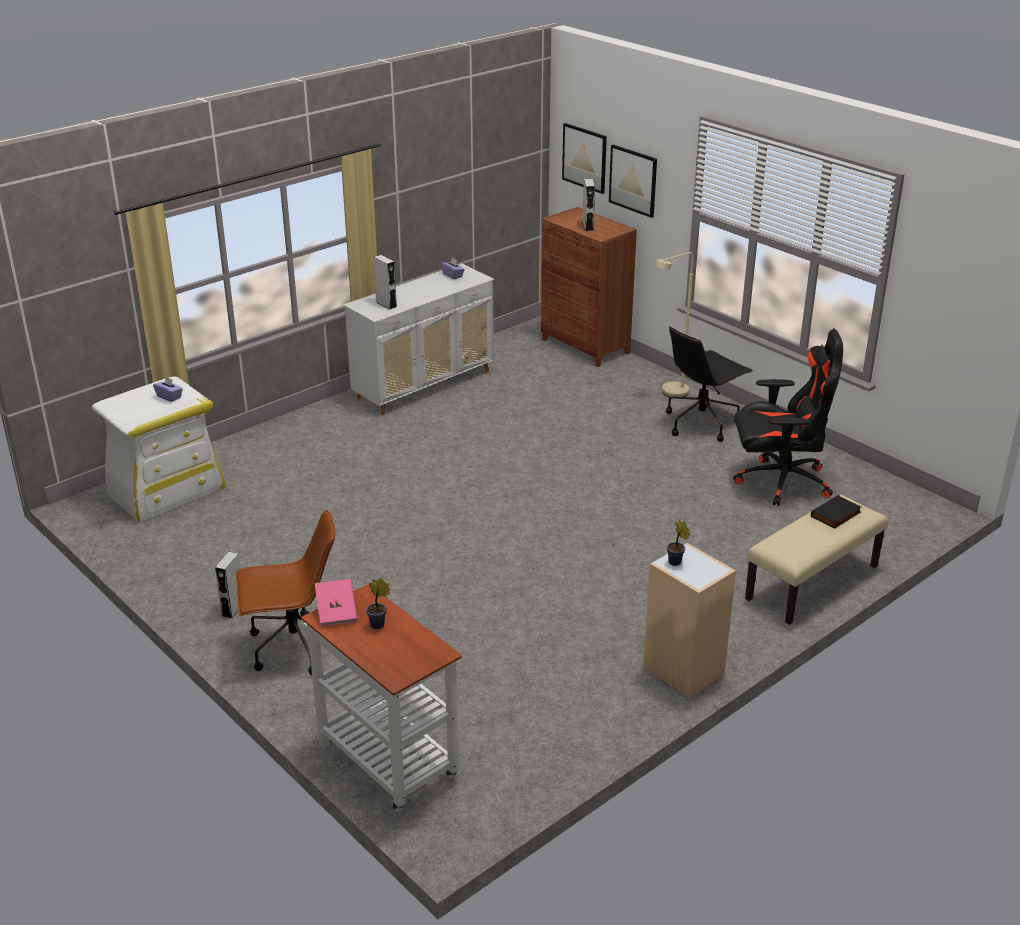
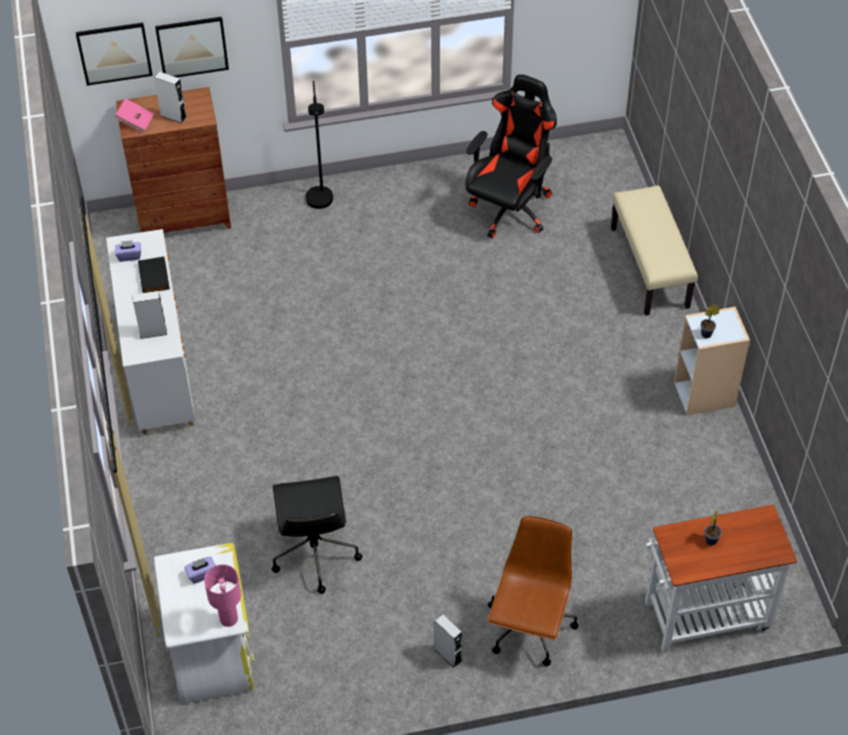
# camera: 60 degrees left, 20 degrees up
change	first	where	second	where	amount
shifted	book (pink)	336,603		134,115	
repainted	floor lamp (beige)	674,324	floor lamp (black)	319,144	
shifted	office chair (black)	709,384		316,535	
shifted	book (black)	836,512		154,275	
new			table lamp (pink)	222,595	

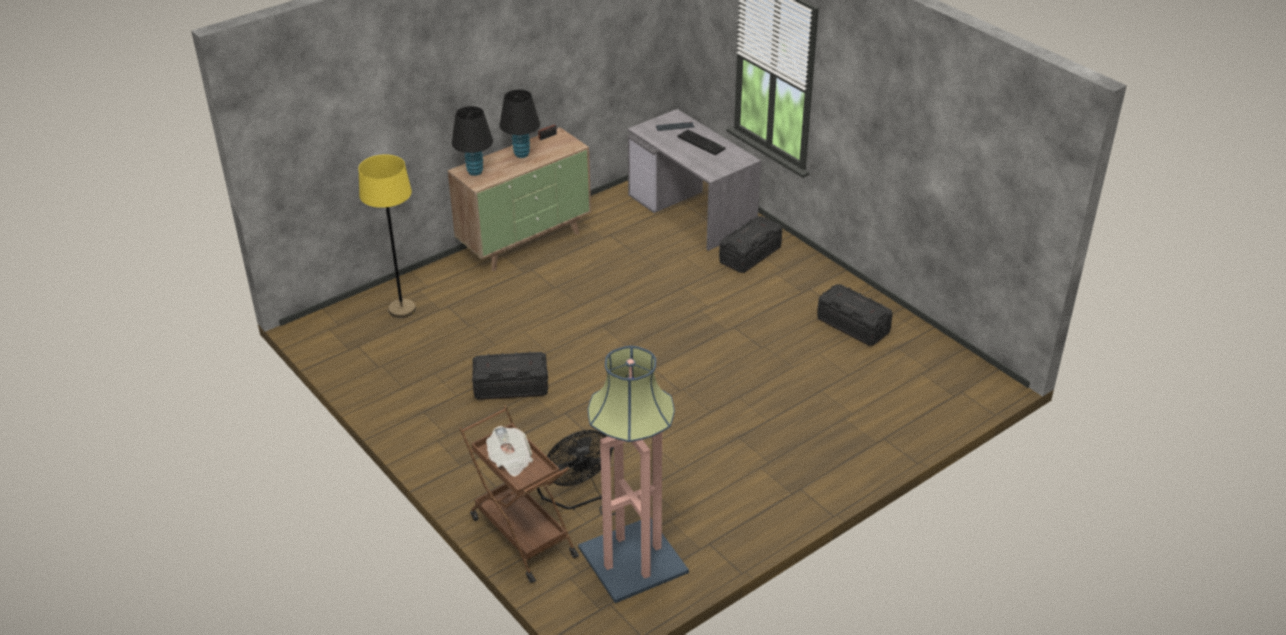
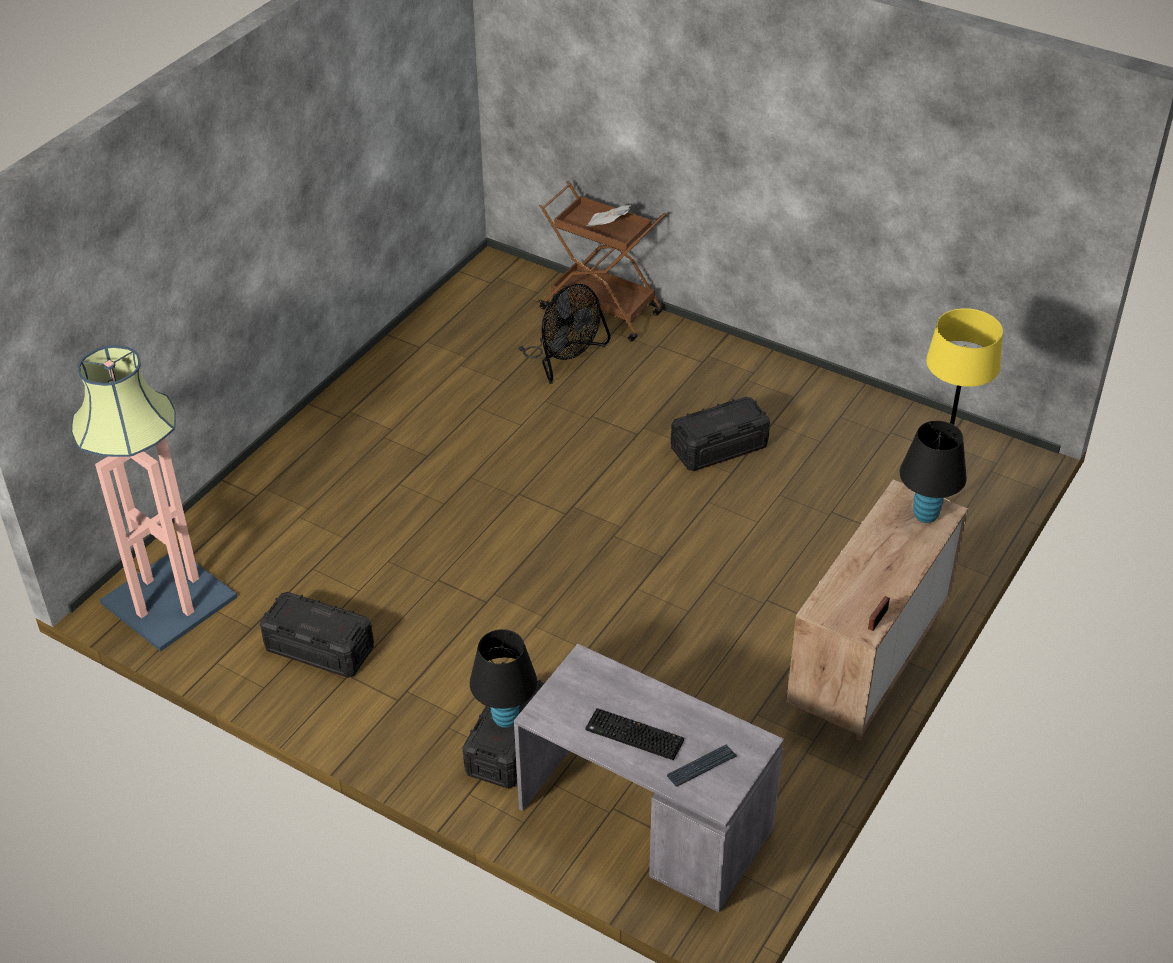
# camera: 160 degrees right, 5 degrees up
change	first	where	second	where	amount
shifted	table lamp (black)	520,123		503,678	
shifted	floor lamp	633,474		154,498	

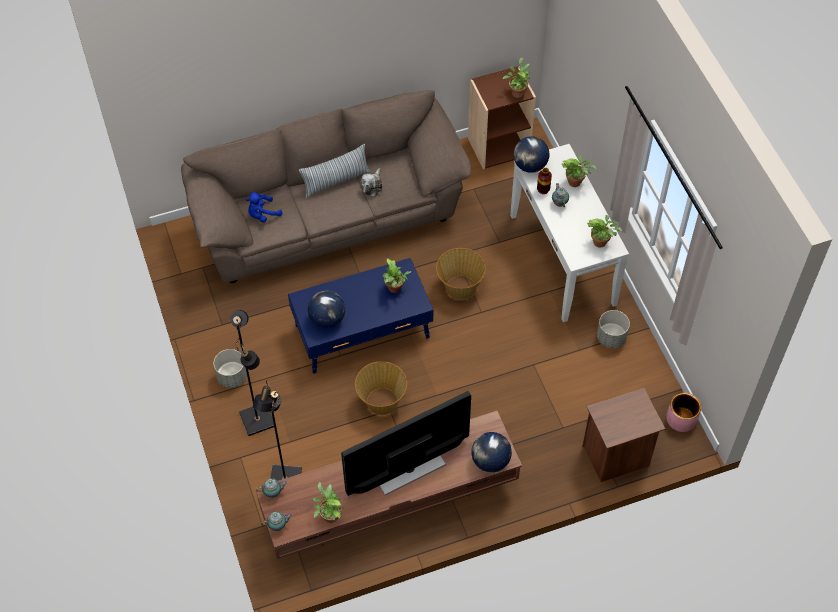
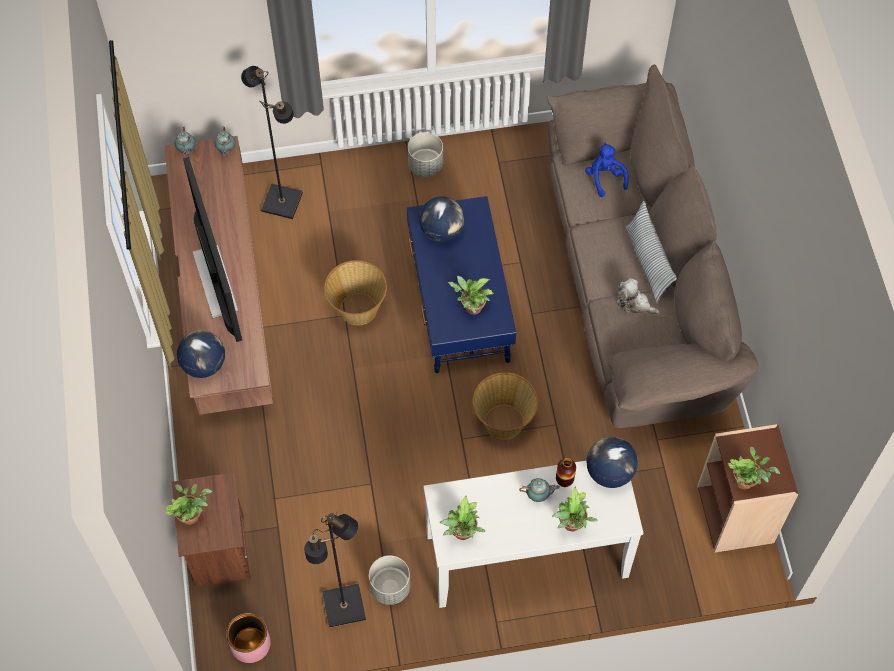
# camera: 100 degrees right, 5 degrees up
change	first	where	second	where	amount
shifted	floor lamp (black)	252,373		335,569	
shifted	potted plant	328,502		188,504	

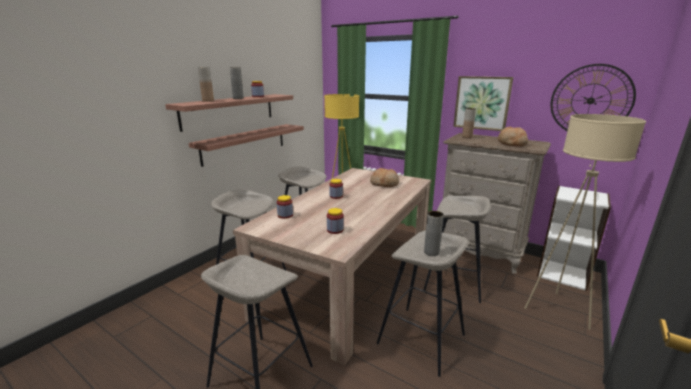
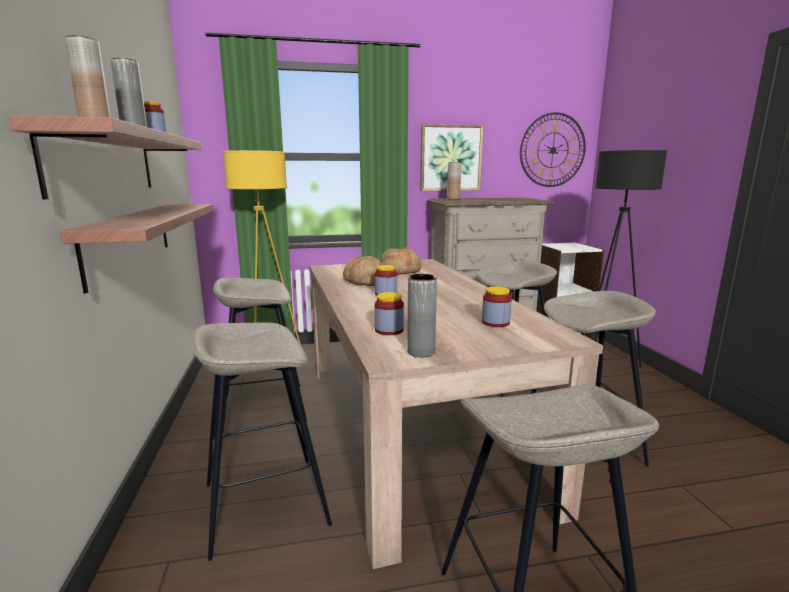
# camera: 45 degrees left, 5 degrees down
change	first	where	second	where	amount
shifted	vase (grey)	434,233		422,315	
shifted	bread	513,136		363,271	
repainted	floor lamp (beige)	585,222	floor lamp (black)	627,259	

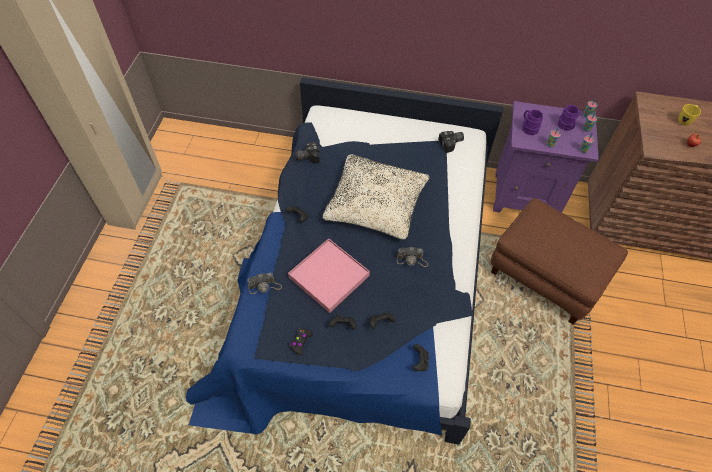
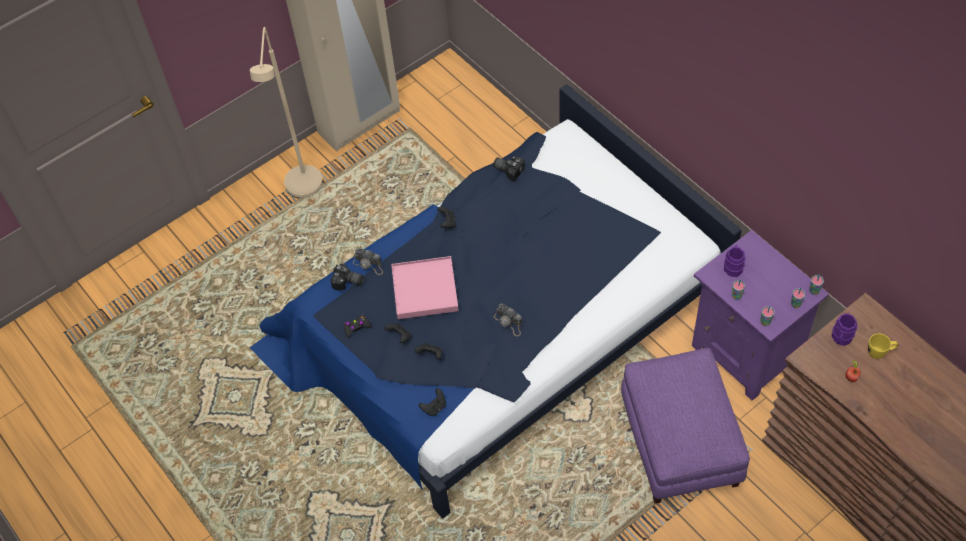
# camera: 45 degrees right, 0 degrees up
change	first	where	second	where	amount
gone	pillow (beige)	376,197			
shifted	photo camera	451,142		347,277	
repainted	ottoman (brown)	559,261	ottoman (purple)	685,426	
shifted	mug (purple)	568,118		845,329	
new			floor lamp (beige)	286,112	

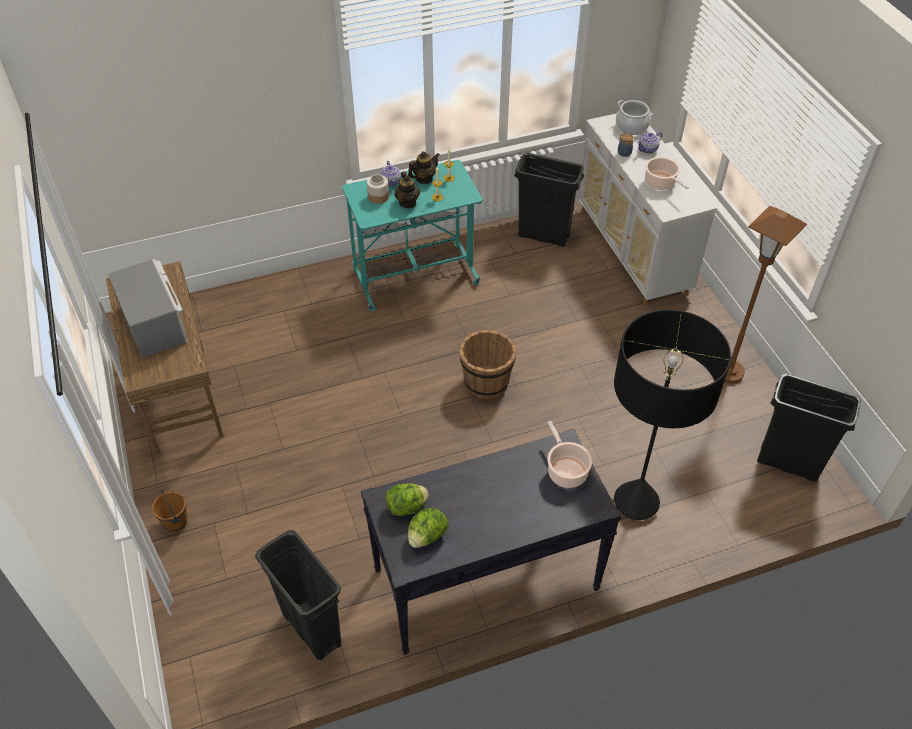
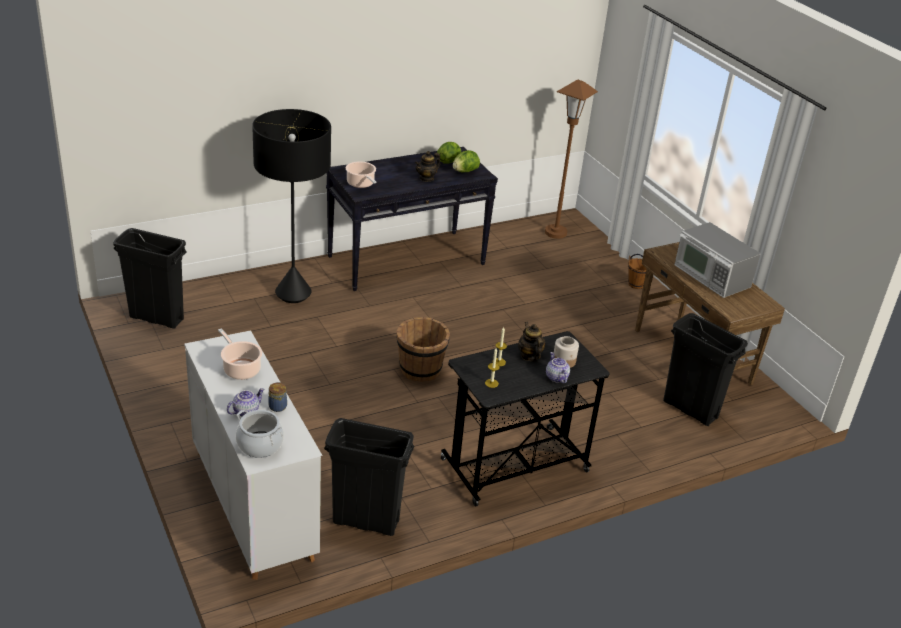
# camera: 170 degrees right, 15 degrees down
change	first	where	second	where	amount
shifted	trash can (black)	298,595		705,369	
repainted	desk (turquoise)	412,235	desk (black)	525,419	
shifted	teapot	424,167		427,166	
shifted	floor lamp (brown)	766,295		571,159	

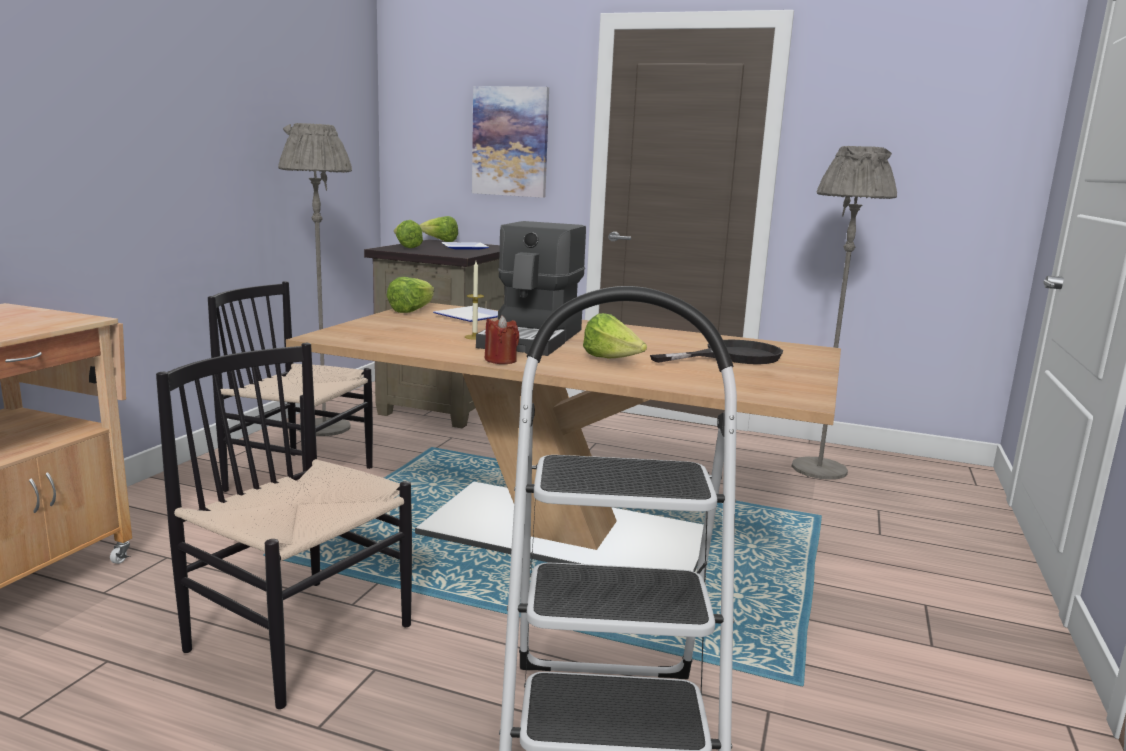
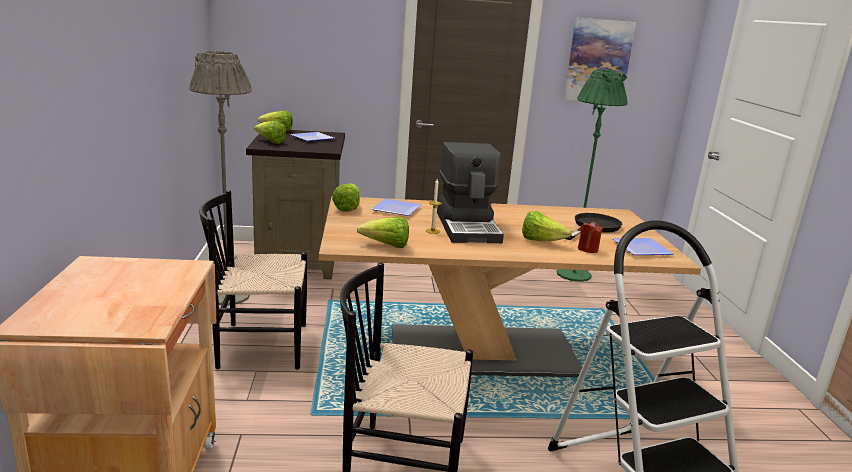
# camera: 25 degrees left, 5 degrees up
change	first	where	second	where	amount
shifted	picture	510,142		600,59	
shifted	candle (red)	502,339		590,237	
repainted	floor lamp (grey)	844,313	floor lamp (green)	592,175	
new			lettuce	383,232	
new			plate	643,246	

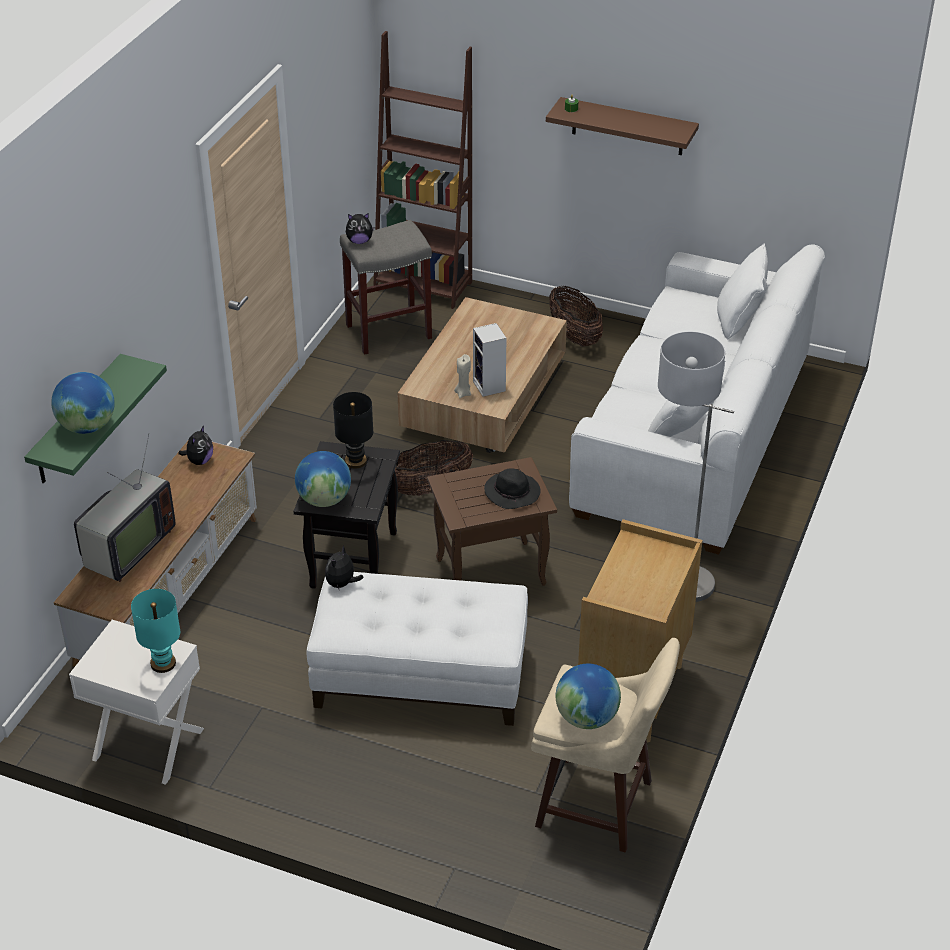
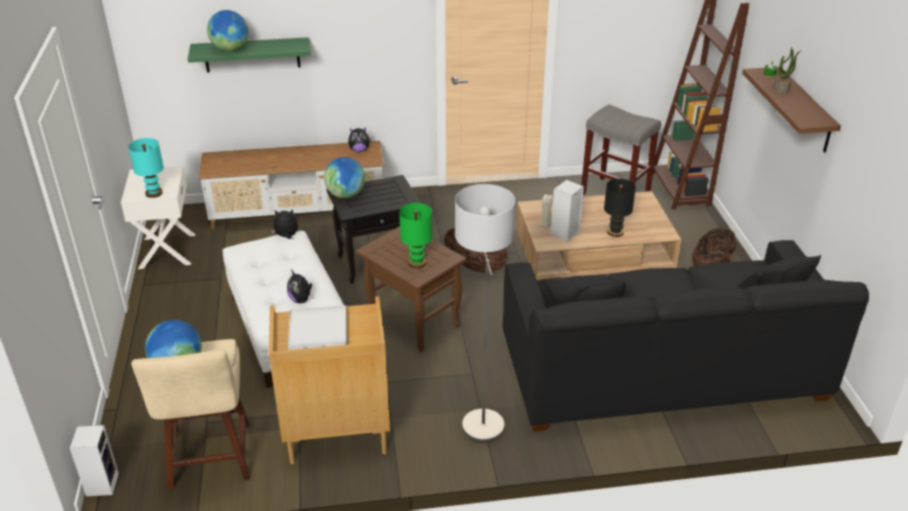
# camera: 60 degrees right, 5 degrees down
change	first	where	second	where	amount
gone	television	124,508			
shifted	table lamp (black)	353,430		620,208	
shifted	plush toy	360,228		300,286	
swapped	hat (black)	512,488	table lamp (green)	415,235	
repainted	sofa (white)	697,399	sofa (black)	686,336	
new			speaker	94,460	
new			tray (white)	317,327	
new			potted plant	787,70	

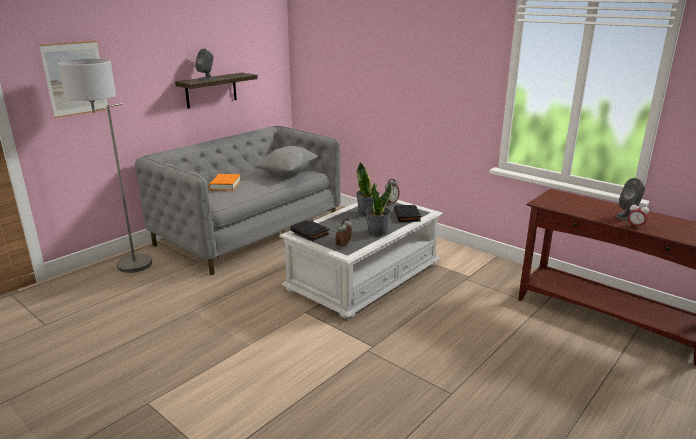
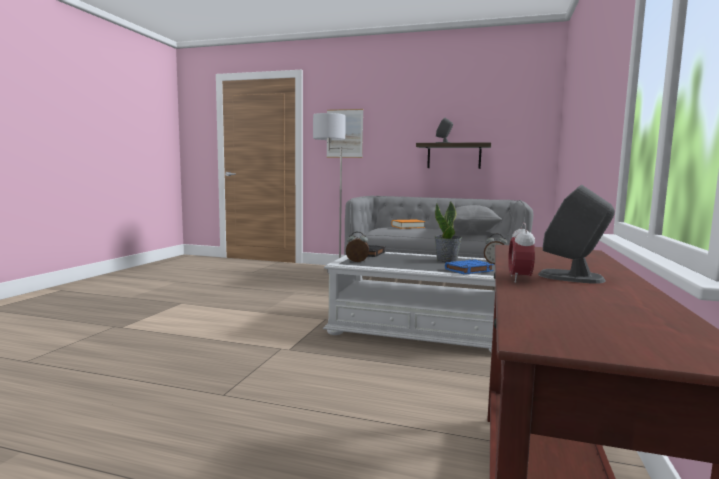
# camera: 65 degrees right, 15 degrees down
change	first	where	second	where	amount
gone	potted plant	378,209			
repainted	book (black)	407,213	book (blue)	469,267	

